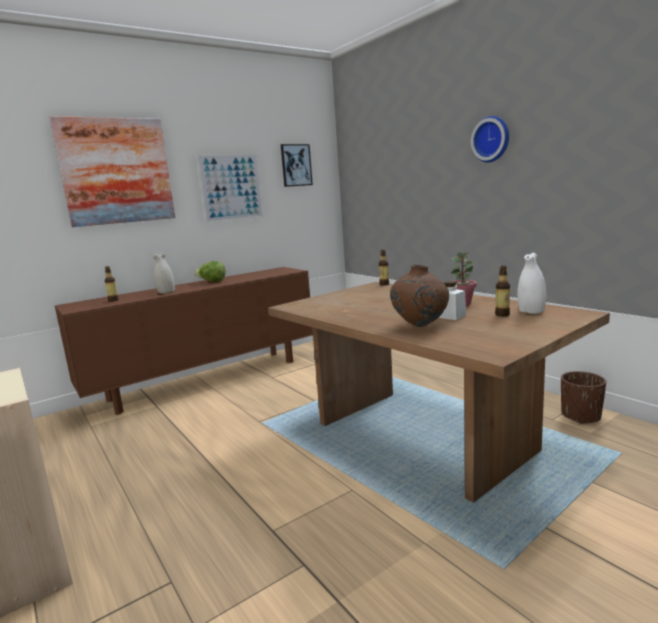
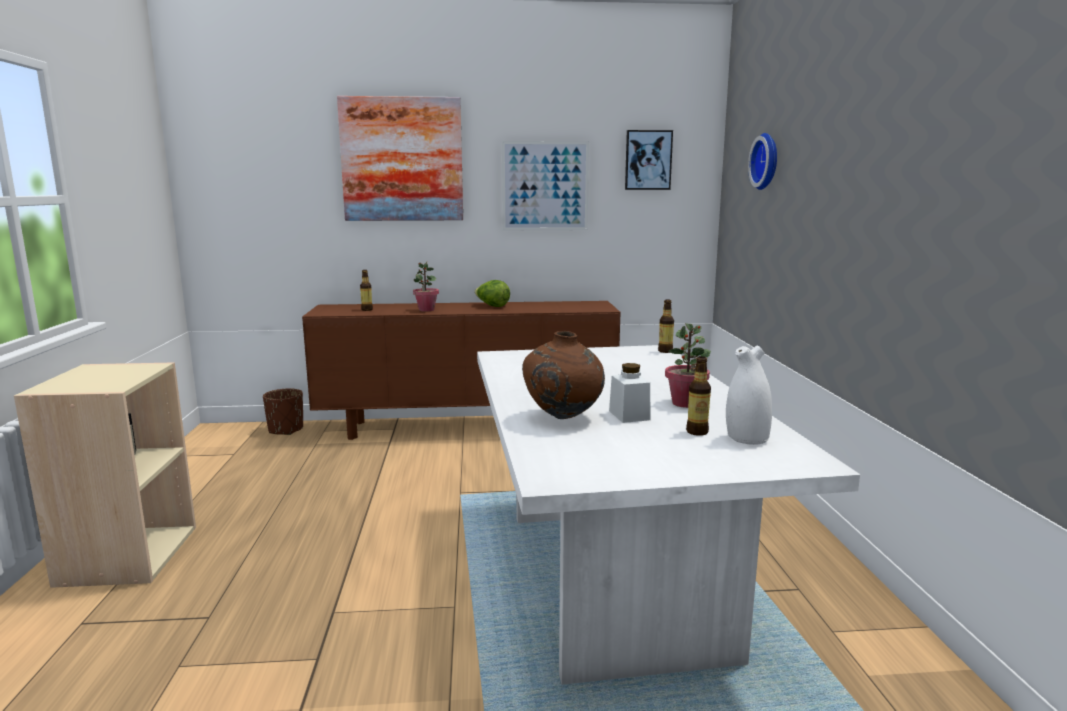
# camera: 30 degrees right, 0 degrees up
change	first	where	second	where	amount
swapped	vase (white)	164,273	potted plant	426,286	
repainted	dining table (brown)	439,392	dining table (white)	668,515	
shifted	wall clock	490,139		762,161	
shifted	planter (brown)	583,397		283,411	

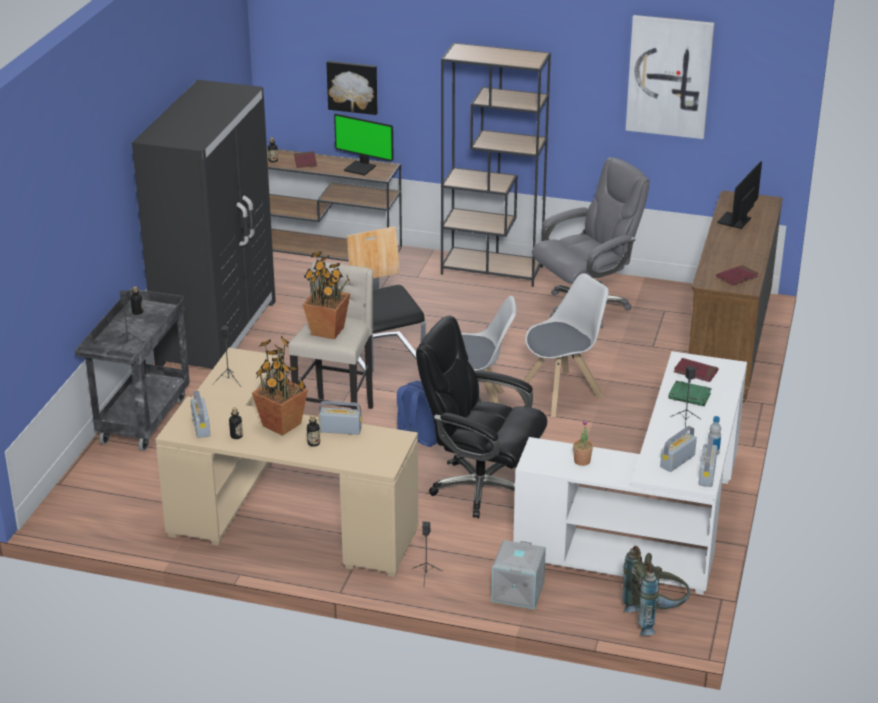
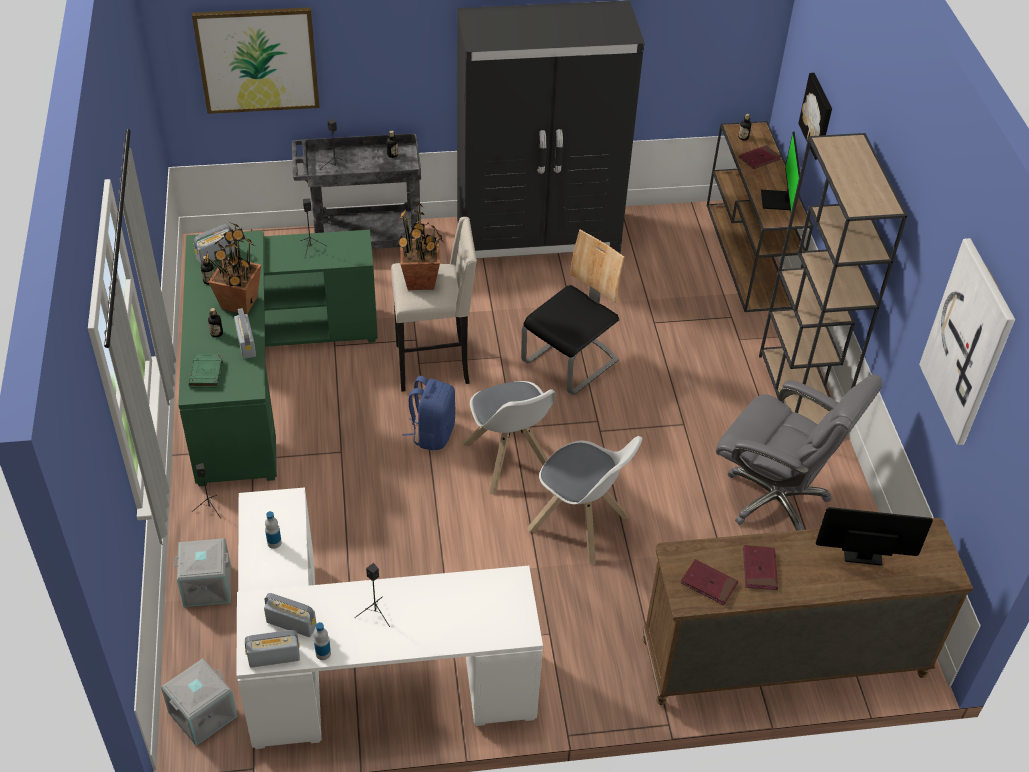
# camera: 65 degrees right, 15 degrees up
change	first	where	second	where	amount
repainted	desk (beige)	286,462	desk (green)	278,358	
gone	office chair (black)	481,417			
swapped	potted plant	583,442	bottle	273,530	
swapped	backpack (grey)	656,591	storage box (grey)	199,702	
shifted	book (green)	690,393		206,371	
shifted	book (red)	696,370		760,567	
new			picture	256,60	

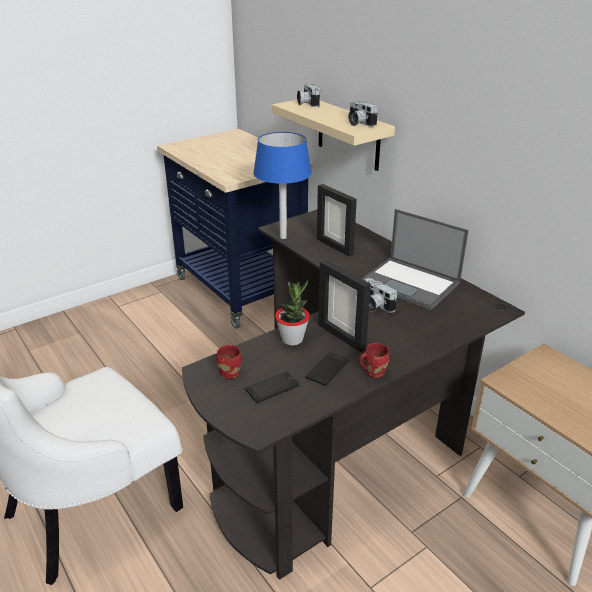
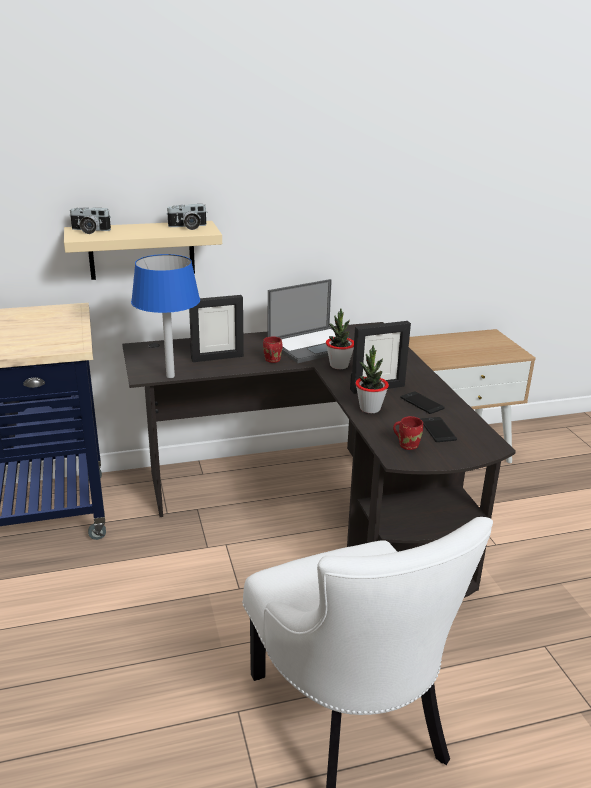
# camera: 70 degrees left, 5 degrees down
change	first	where	second	where	amount
shifted	mug (red)	374,360		273,349	
swapped	photo camera	381,295	potted plant	340,338	

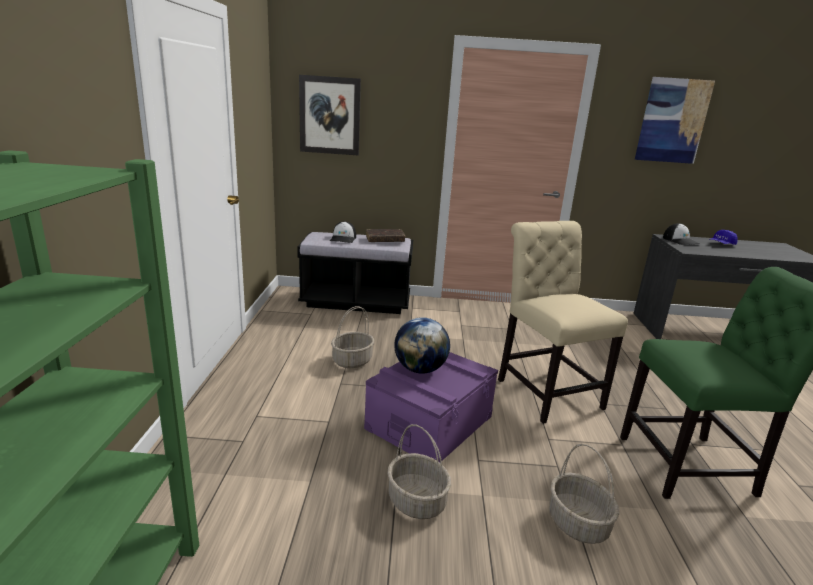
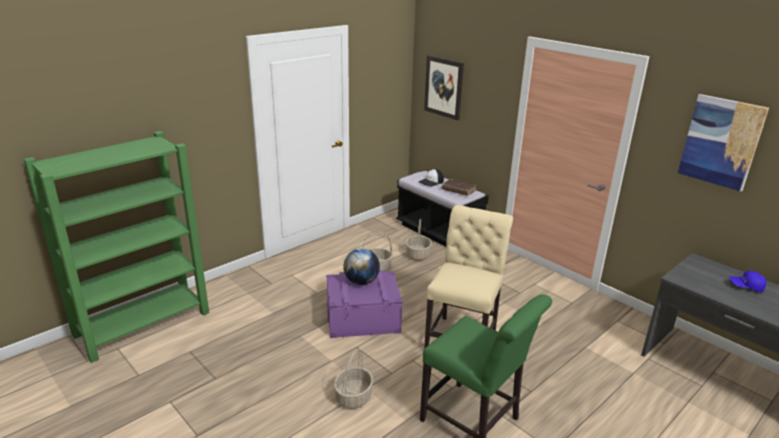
# camera: 45 degrees right, 5 degrees up
change	first	where	second	where	amount
shifted	basket	419,471		419,240	
gone	cap	681,234			

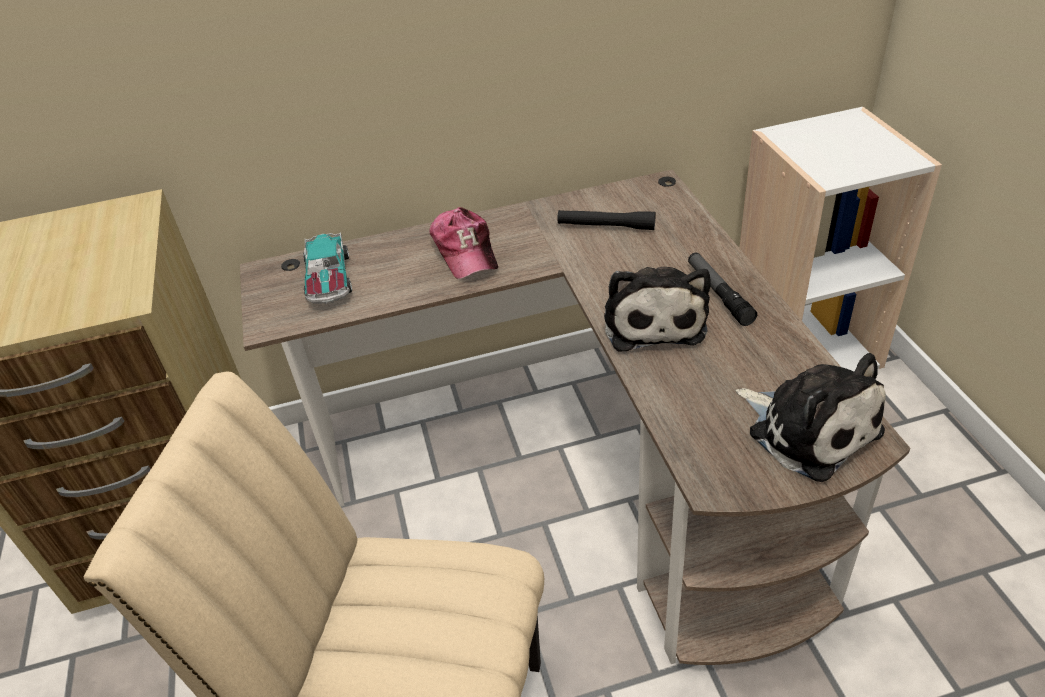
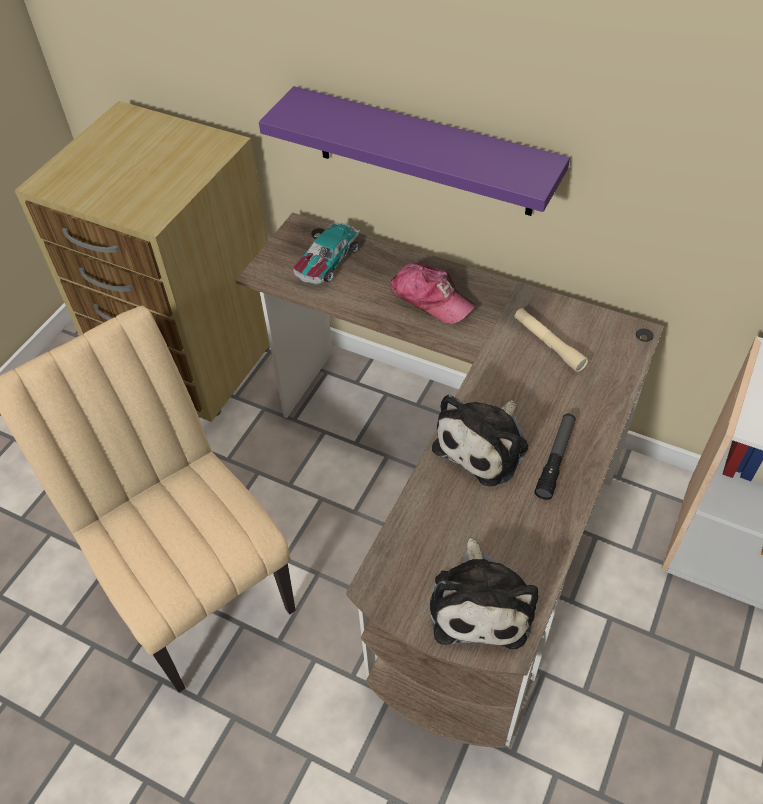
# camera: 40 degrees right, 10 degrees up
change	first	where	second	where	amount
rotated	cap	464,243		433,293	75 degrees counterclockwise
repainted	flashlight (black)	606,220	flashlight (beige)	551,340	
new			shelf (purple)	414,151	

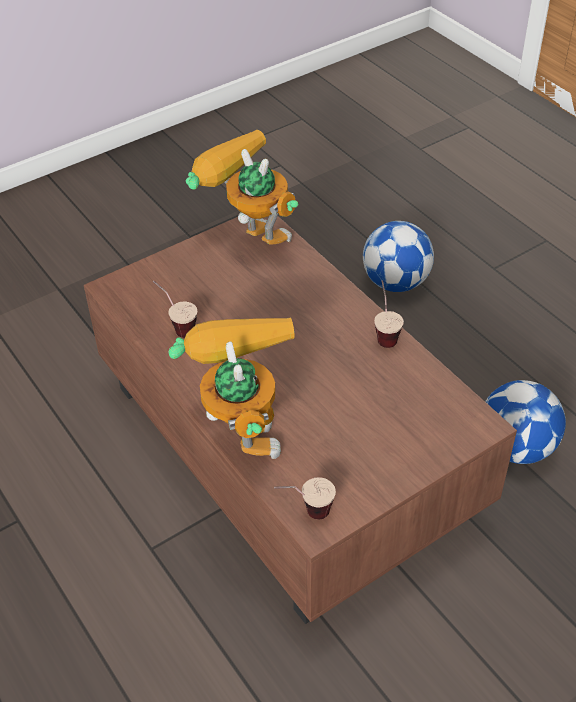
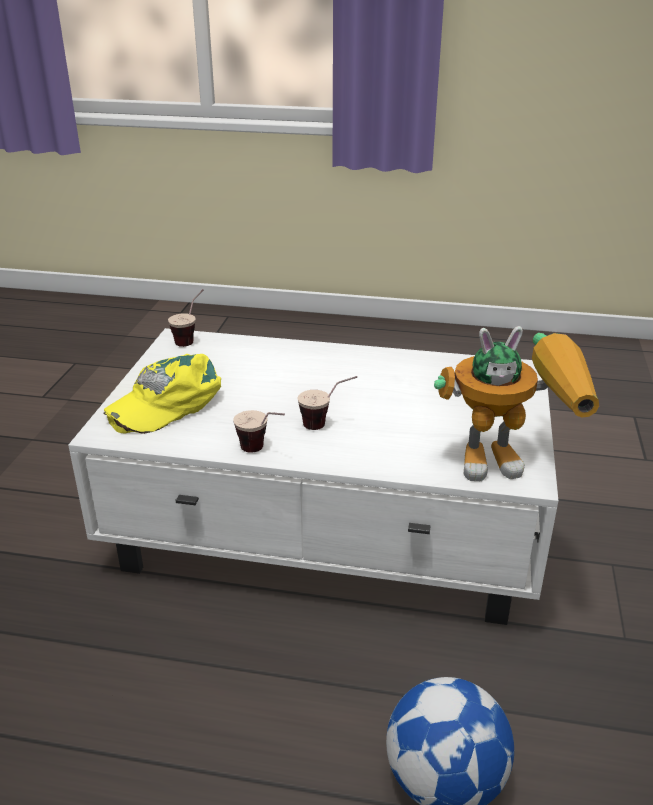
# camera: 135 degrees right, 15 degrees down
change	first	where	second	where	amount
repainted	coffee table (brown)	300,420	coffee table (white)	313,476	
shifted	cup	175,309		327,403	
gone	toy robot	231,388			
gone	football	525,422			
new			cap (yellow)	162,394	

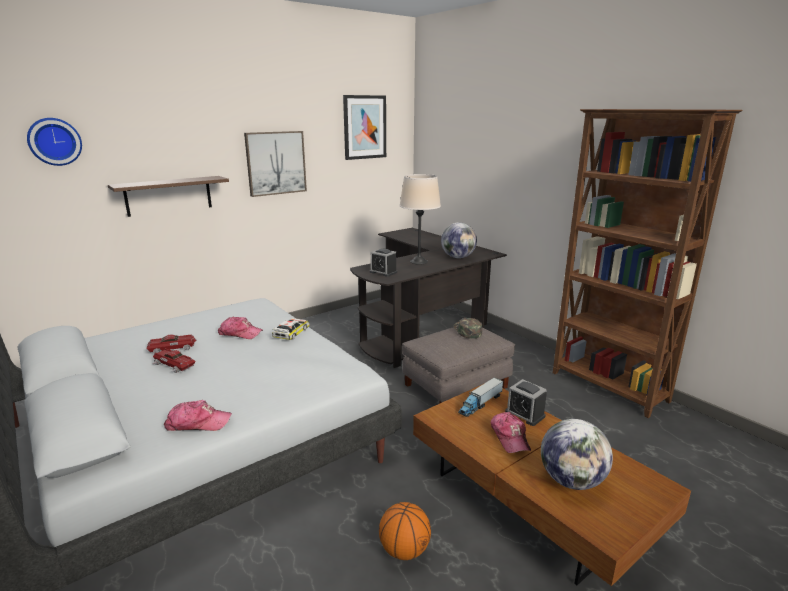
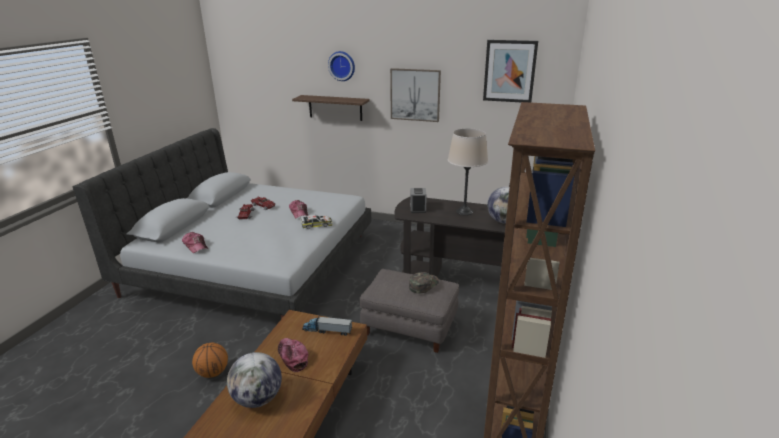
# camera: 55 degrees right, 5 degrees up
change	first	where	second	where	amount
shifted	wall clock	54,142		341,66	
rotated	cap	511,432		293,355	105 degrees clockwise
gone	alarm clock	526,402			

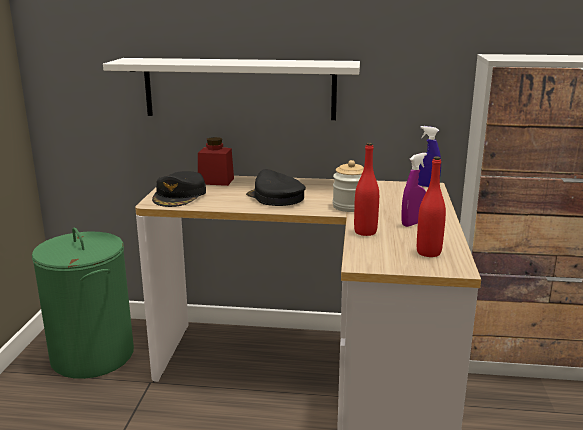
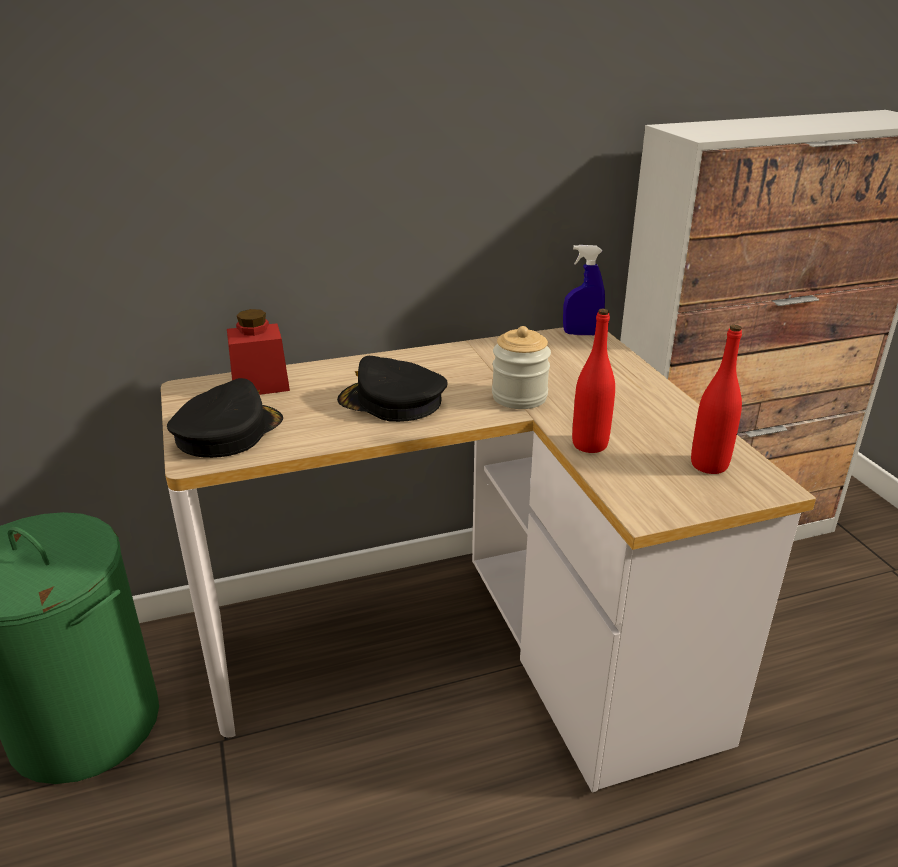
# camera: 25 degrees left, 10 degrees up
change	first	where	second	where	amount
gone	shelf (white)	231,89			
rotated	cap (black)	179,189		225,418	135 degrees counterclockwise
gone	spray bottle (purple)	414,190			

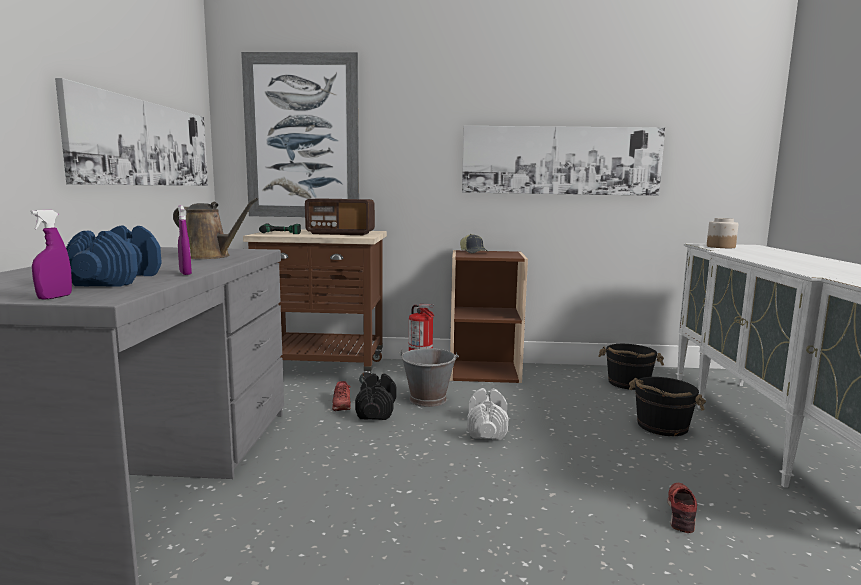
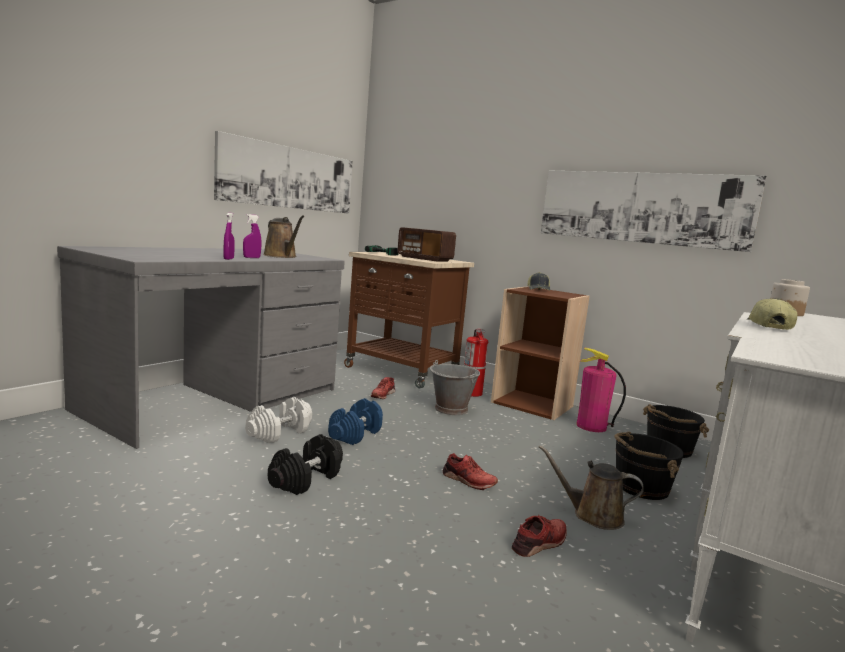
# camera: 30 degrees right, 0 degrees up
change	first	where	second	where	amount
shifted	spray bottle (purple)	51,255		252,236	
shifted	dumbbell (blue)	114,256		355,421	
gone	picture	300,134			
shifted	dumbbell (black)	376,396		305,464	
shifted	dumbbell (white)	487,414		278,420	
new			shoe (red)	470,471	
new			watering can (brown)	591,487	
new			fire extinguisher	601,390	
new			cap	772,314	

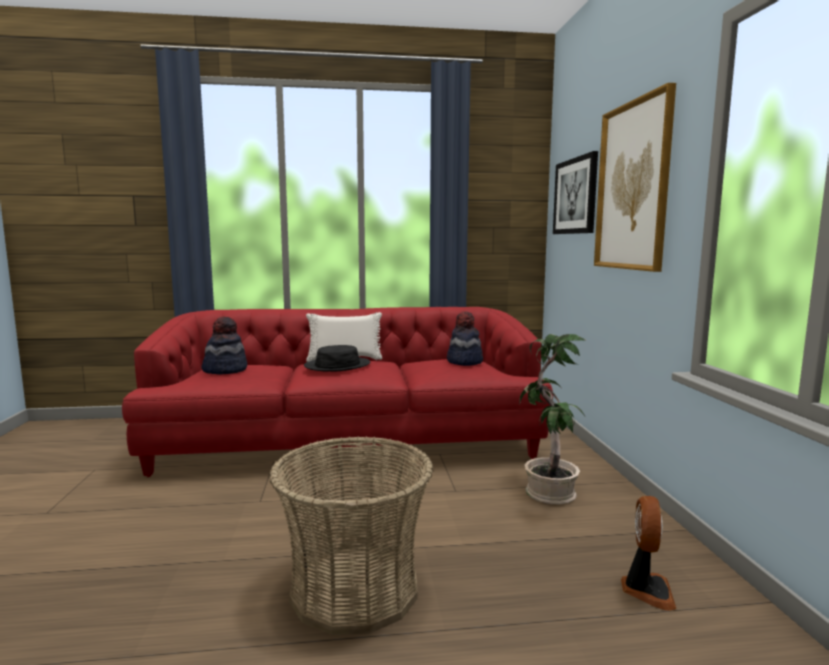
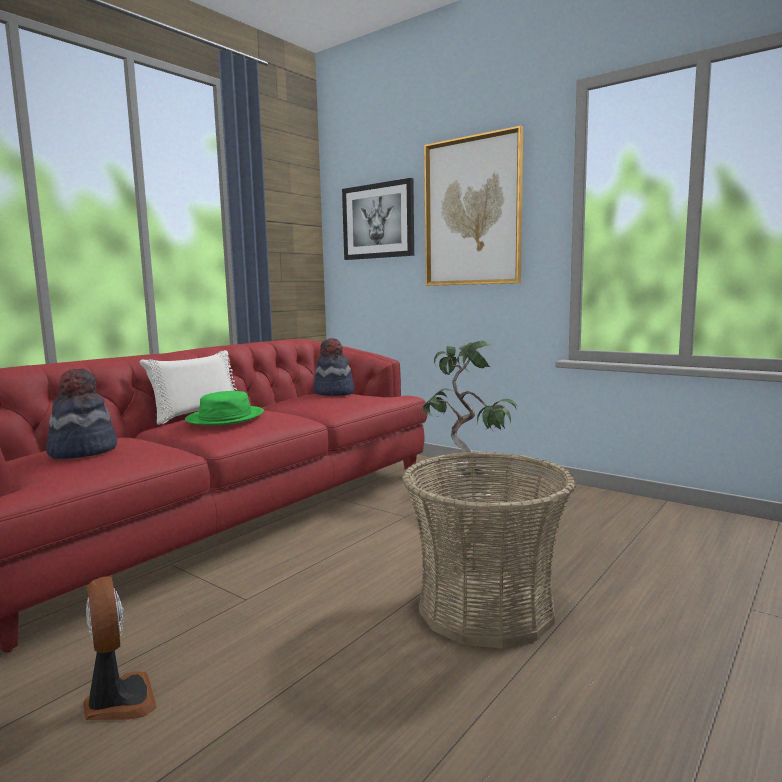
# camera: 45 degrees left, 0 degrees up
change	first	where	second	where	amount
repainted	hat (black)	337,358	hat (green)	224,408	
shifted	fan	648,553		120,648	

